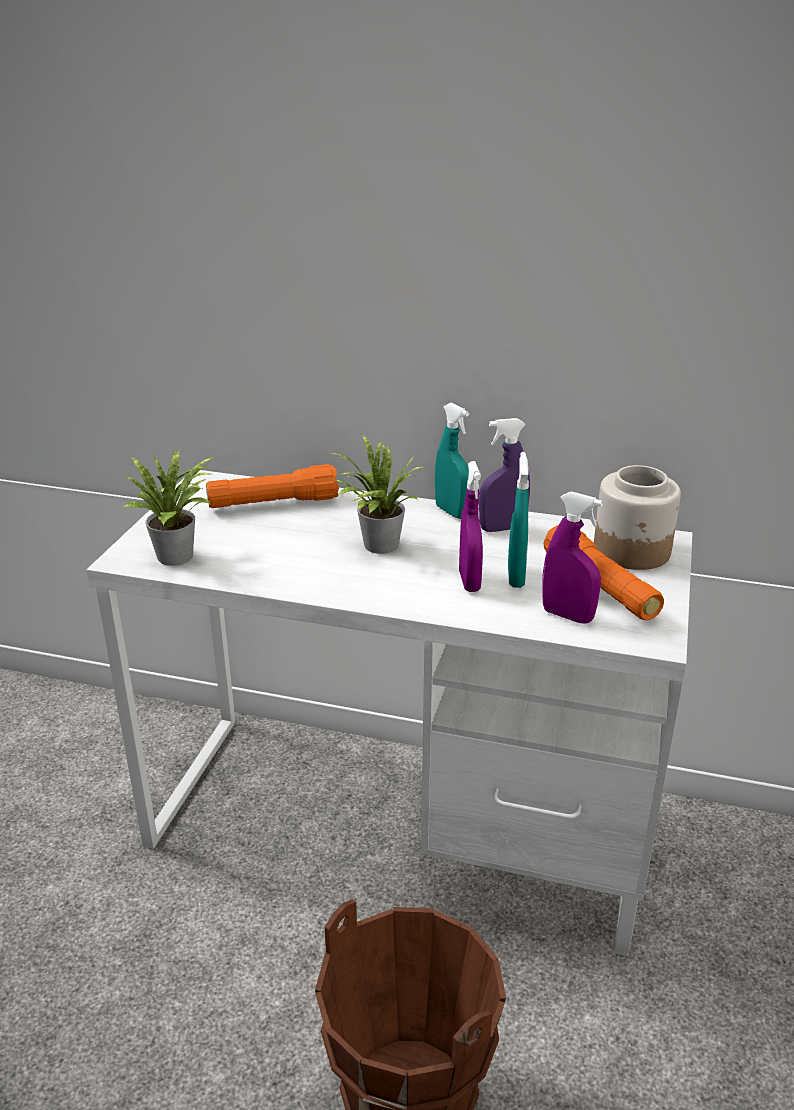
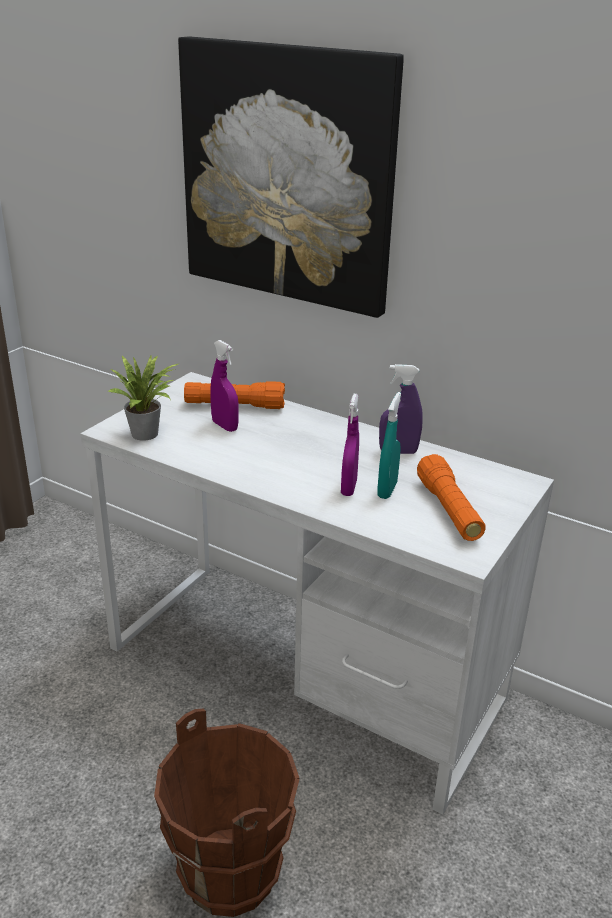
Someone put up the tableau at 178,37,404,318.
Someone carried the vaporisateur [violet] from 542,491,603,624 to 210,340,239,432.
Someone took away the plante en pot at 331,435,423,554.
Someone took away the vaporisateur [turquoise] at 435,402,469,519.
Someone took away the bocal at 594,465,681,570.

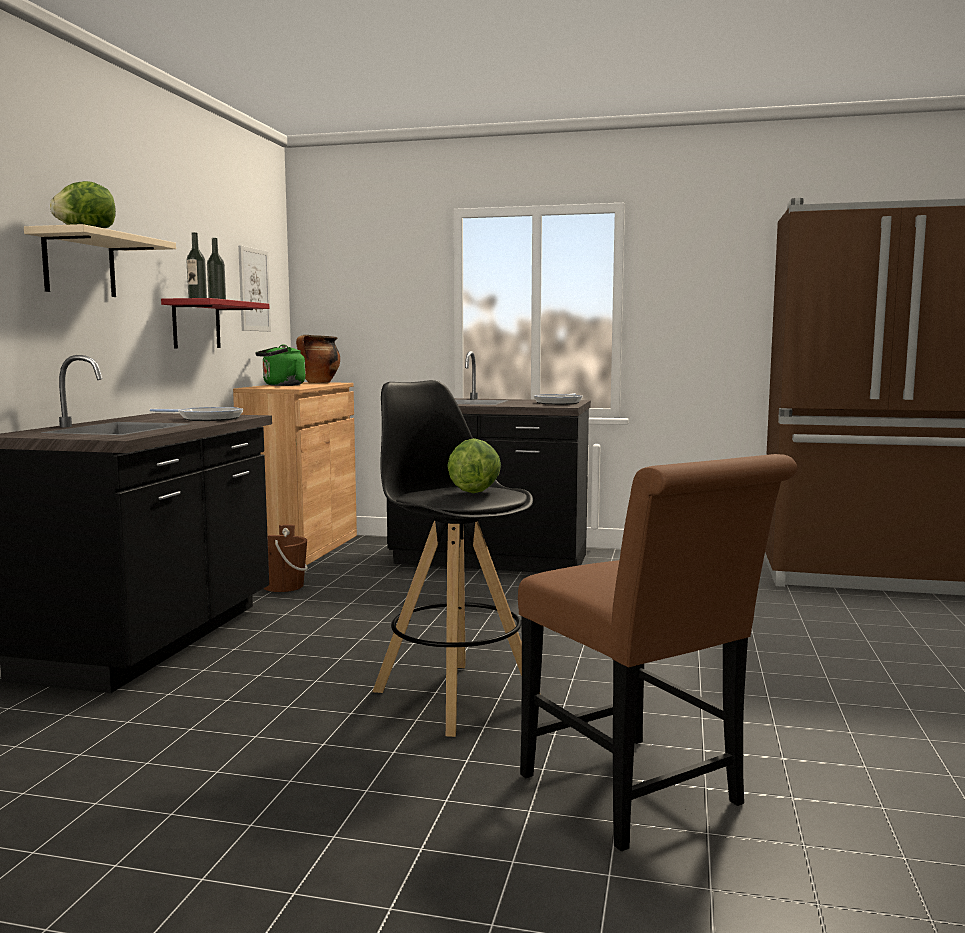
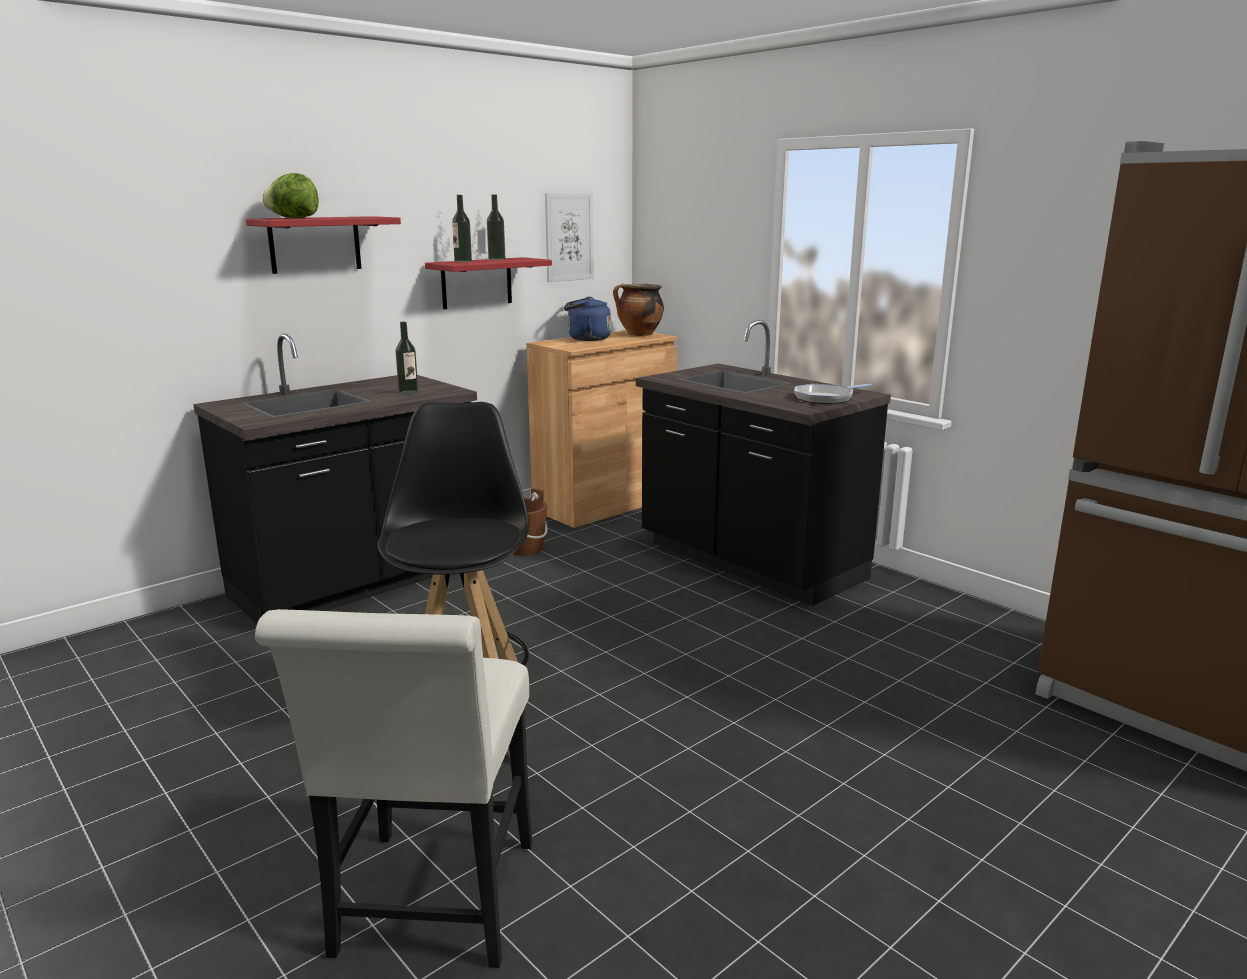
Someone repainted the étagère [beige] at 24,224,176,297, which became the étagère [rouge] at 246,216,401,274.
Someone repainted the chaise [marron] at 518,454,798,851, which became the chaise [blanc] at 255,609,532,968.
Someone swapped the poêle at 150,407,243,421 for the bouteille at 396,321,418,395.
Someone repainted the bouilloire [vert] at 255,344,306,386, which became the bouilloire [bleu] at 564,297,611,341.
Someone took away the laitue at 447,438,501,493.

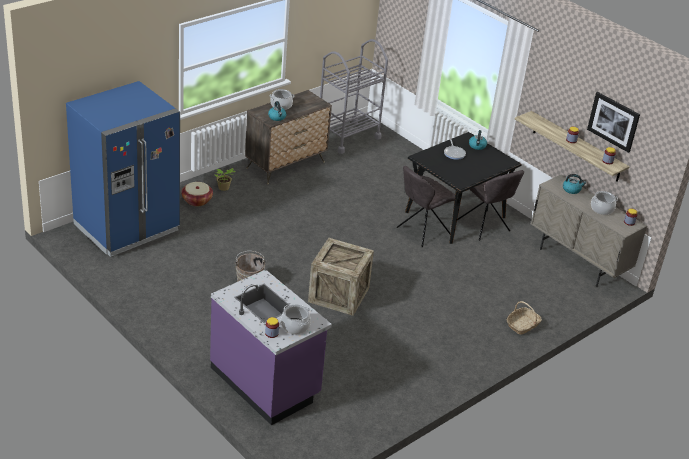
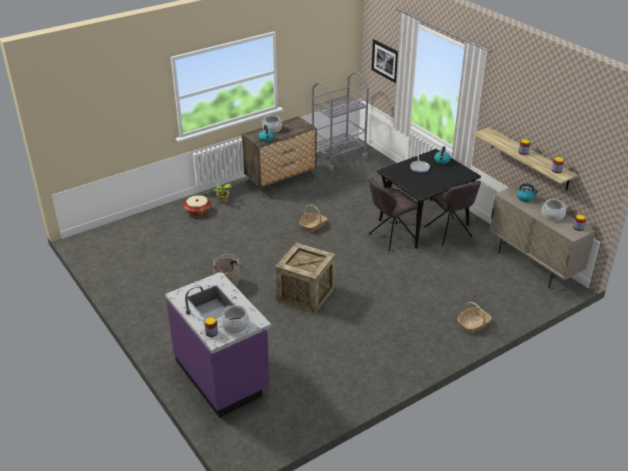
Someone put down the panier at 299,205,327,233.
Someone carried the tableau from 587,92,640,153 to 371,39,398,83.
Someone took away the réfrigérateur [bleu] at 66,81,180,257.

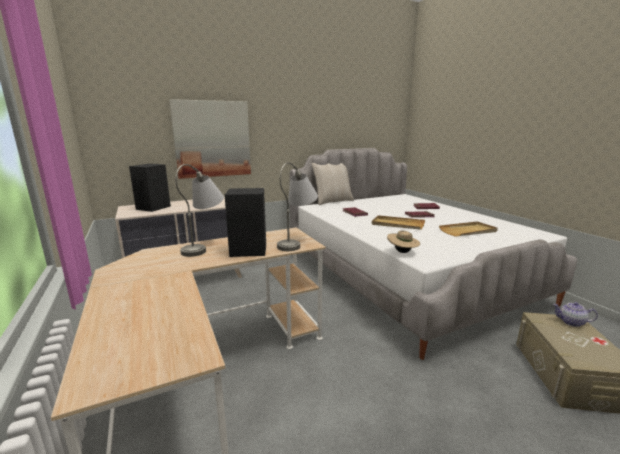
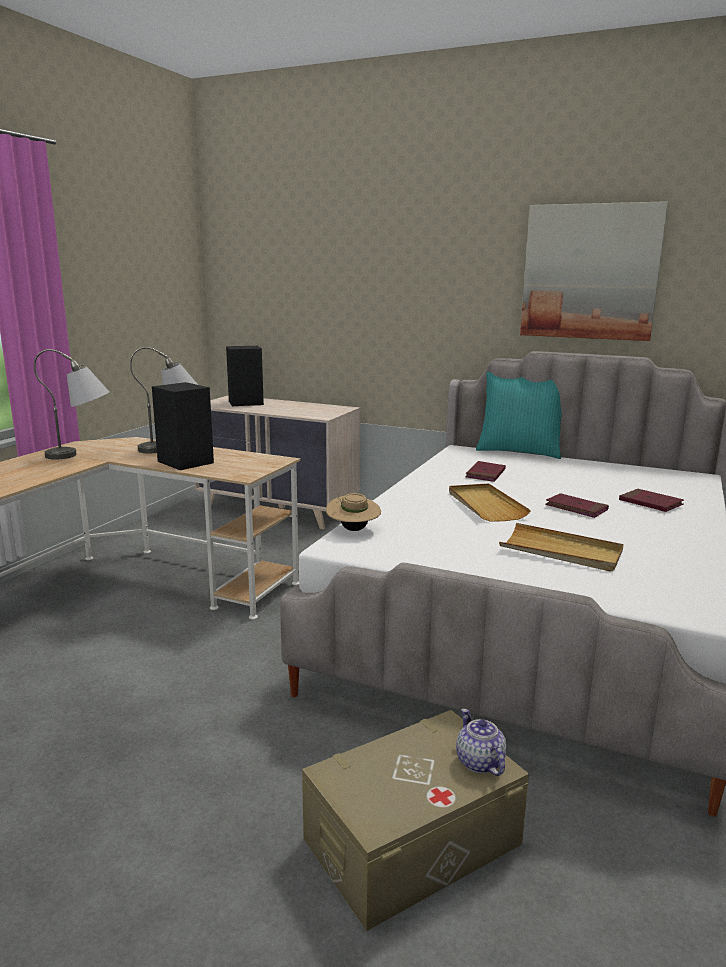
Someone carried the lampe de table [gris] from 277,162,318,251 to 34,349,109,460.
Someone repainted the coussin [beige] at 312,163,354,205, which became the coussin [turquoise] at 476,372,562,459.
Someone carried the tableau from 169,99,251,179 to 520,201,668,341.

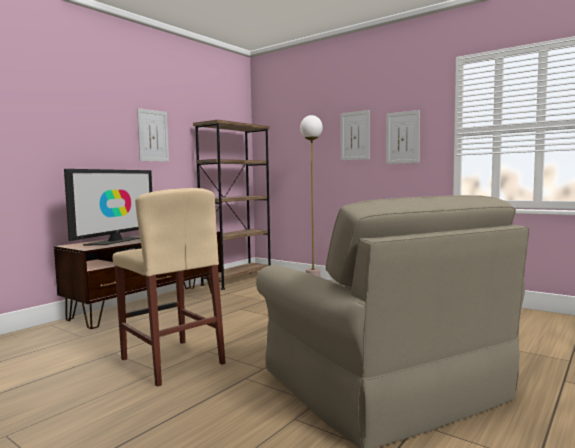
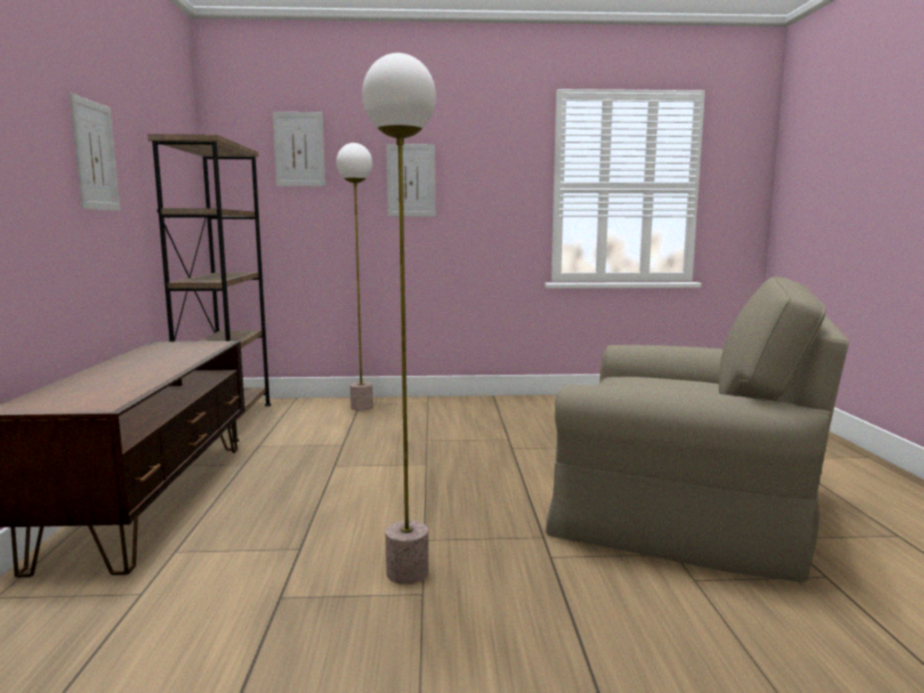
Someone carried the tableau from 386,110,420,164 to 273,112,325,186.
Someone swapped the tabouret [beige] at 113,188,226,387 for the lampadaire at 362,53,436,584.
Someone took away the téléviseur at 64,169,152,246.

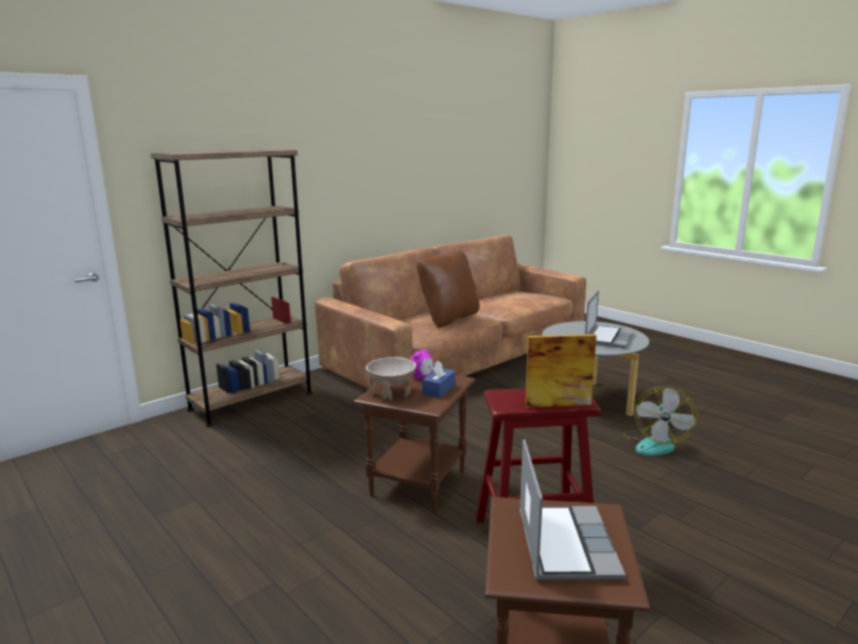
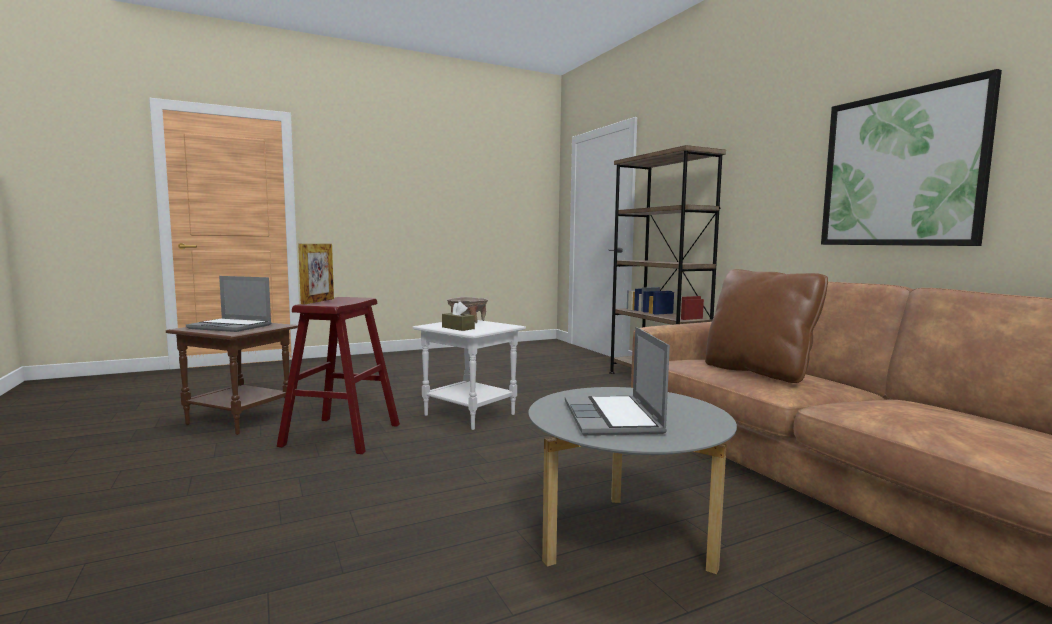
Someone repainted the table d'appoint [marron] at 353,372,475,511, which became the table d'appoint [blanc] at 412,320,526,430.
Someone repainted the boîte à mouchoirs [bleu] at 422,361,455,398, which became the boîte à mouchoirs [marron] at 442,301,475,331.
Someone rotated the ordinateur portable at 585,290,634,349 by 45 degrees clockwise.
Someone put up the tableau at 821,69,1002,246.
Someone took away the réveil at 410,349,434,379.
Someone took away the ventilateur at 623,386,698,456.

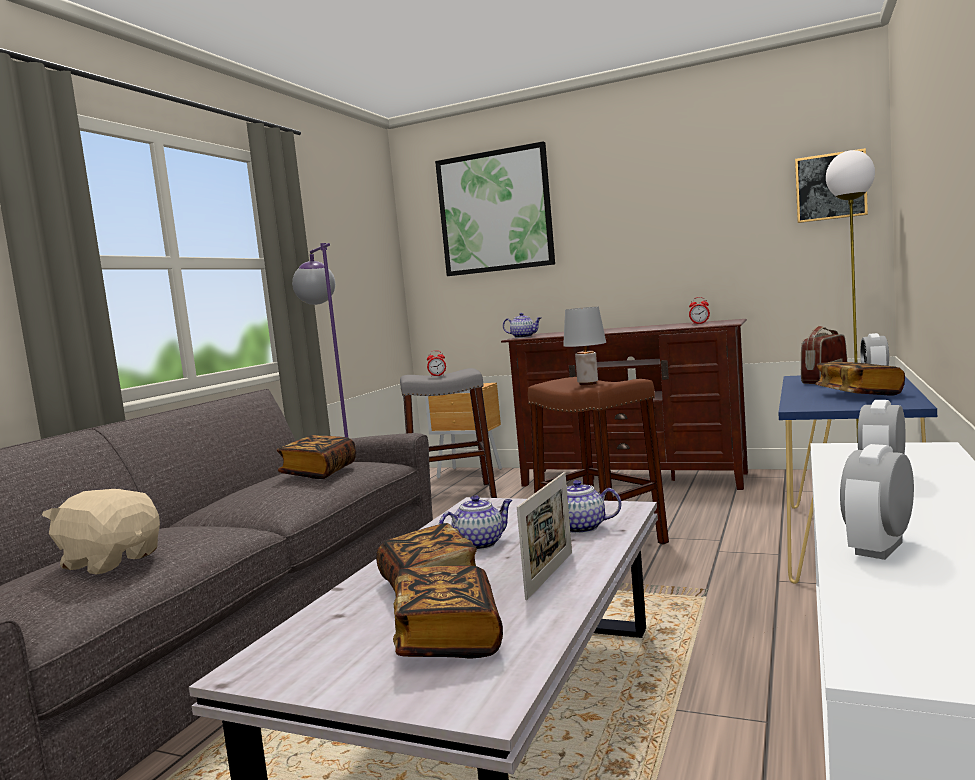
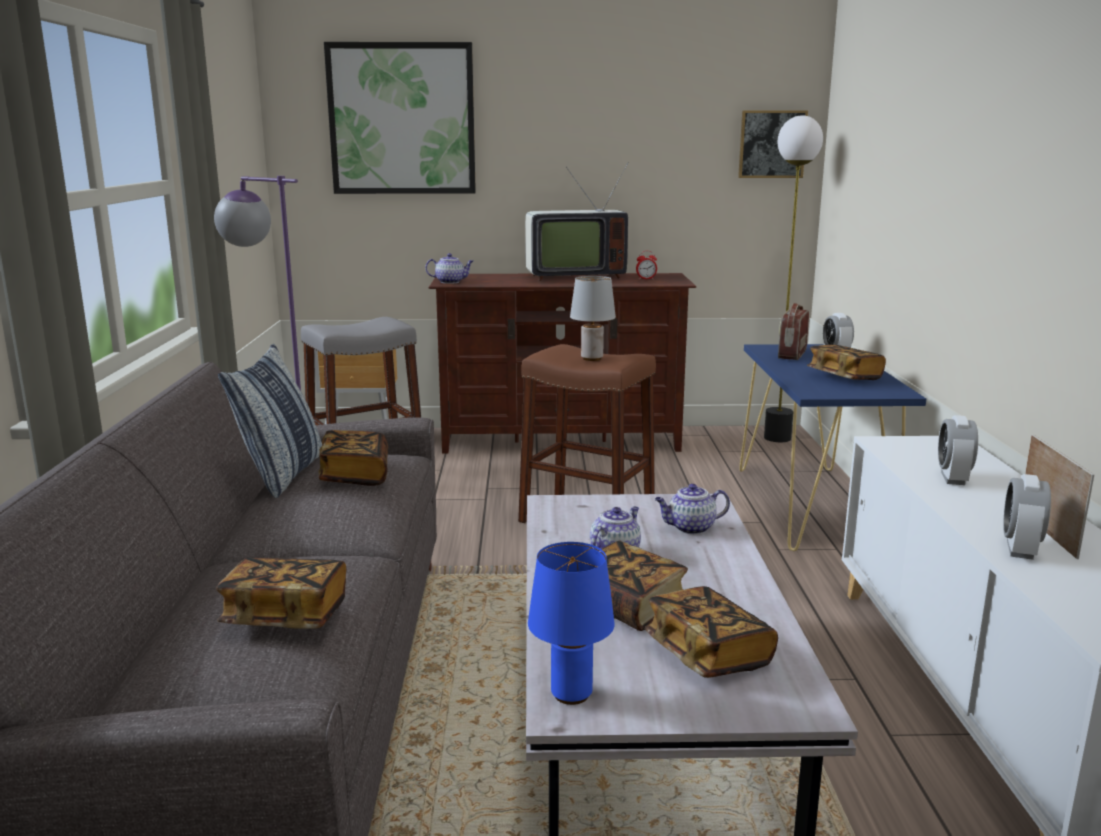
Someone swapped the peluche [beige] at 42,489,160,575 for the livre at 216,558,346,629.
Someone put down the coussin at 218,344,322,498.
Someone put down the téléviseur at 525,162,629,281.
Someone put down the lampe de table [bleu] at 528,542,615,705.
Someone carried the cadre photo from 517,472,572,600 to 1025,434,1094,559.
Someone took away the réveil at 427,351,446,377.

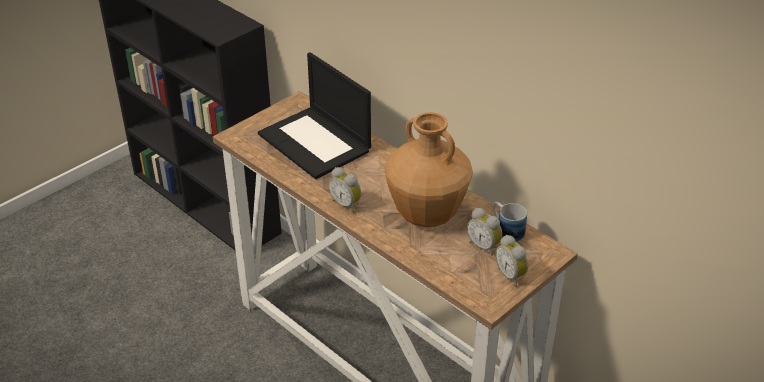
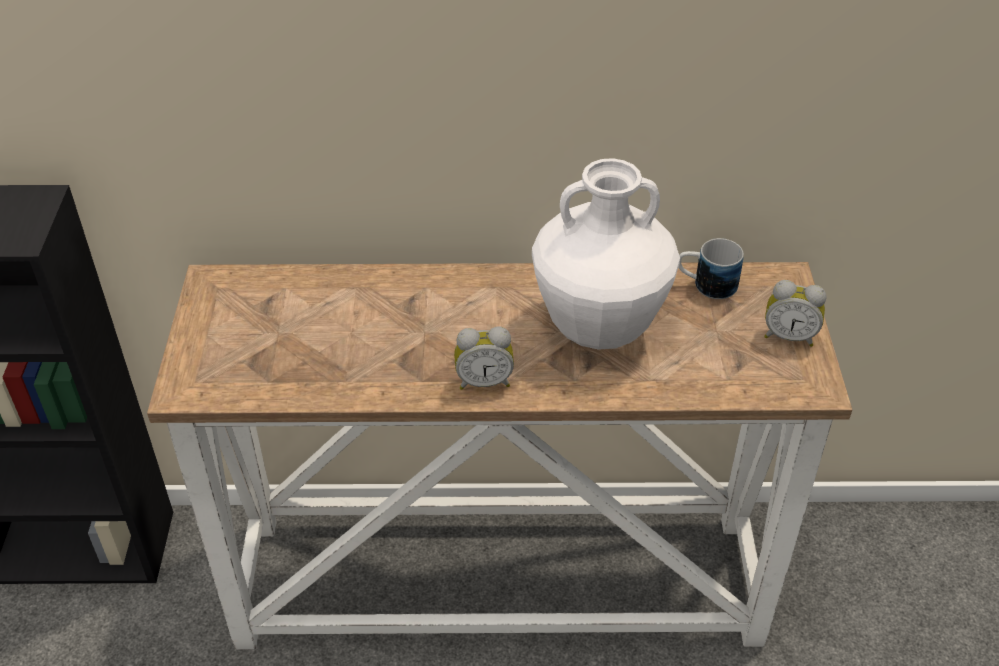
Someone repainted the vase [marron] at 385,112,473,227, which became the vase [blanc] at 532,158,680,350.
Someone took away the ordinateur portable at 258,52,371,179.
Someone took away the réveil at 467,208,502,256.

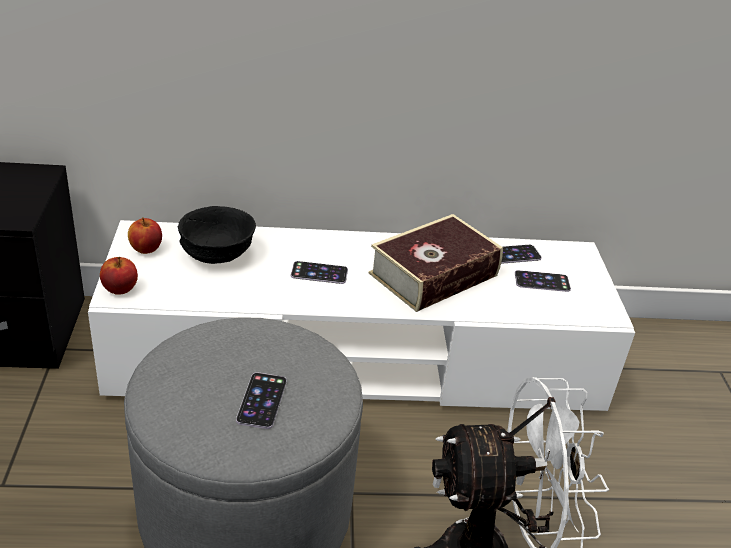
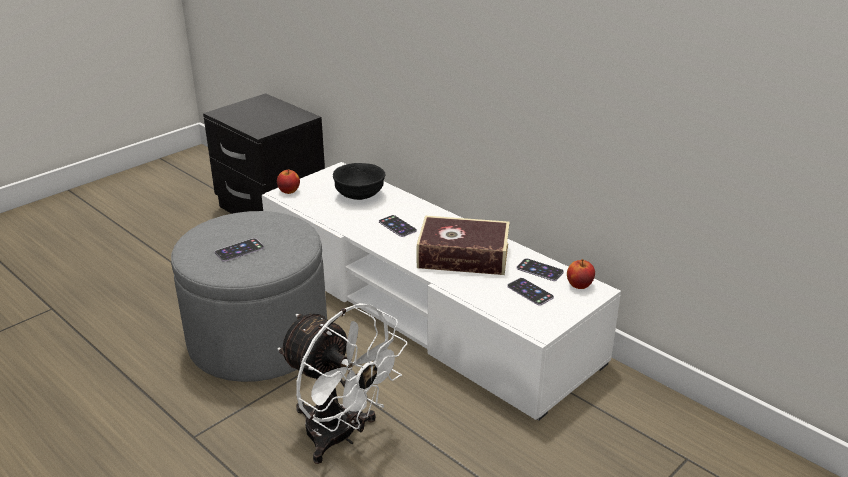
Someone carried the pomme from 128,217,162,254 to 567,259,595,289.

